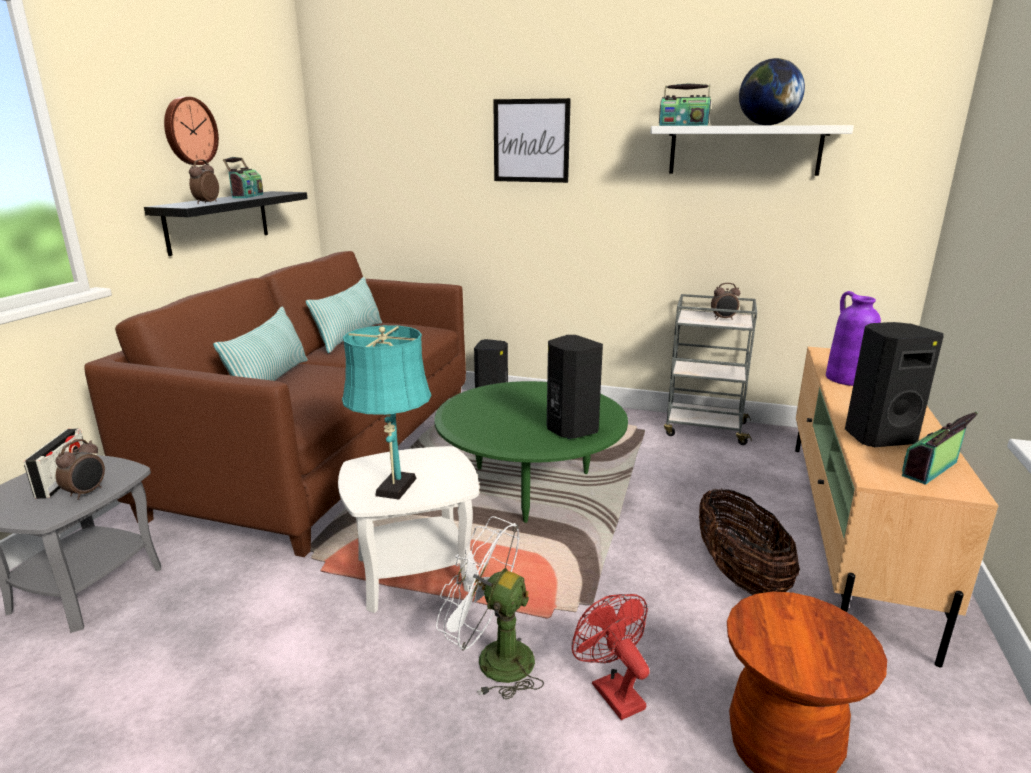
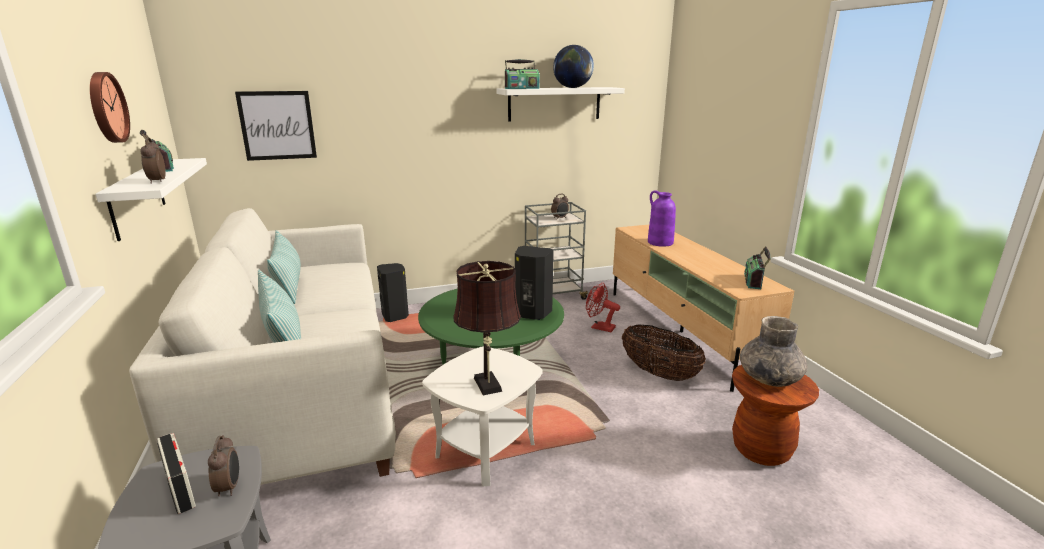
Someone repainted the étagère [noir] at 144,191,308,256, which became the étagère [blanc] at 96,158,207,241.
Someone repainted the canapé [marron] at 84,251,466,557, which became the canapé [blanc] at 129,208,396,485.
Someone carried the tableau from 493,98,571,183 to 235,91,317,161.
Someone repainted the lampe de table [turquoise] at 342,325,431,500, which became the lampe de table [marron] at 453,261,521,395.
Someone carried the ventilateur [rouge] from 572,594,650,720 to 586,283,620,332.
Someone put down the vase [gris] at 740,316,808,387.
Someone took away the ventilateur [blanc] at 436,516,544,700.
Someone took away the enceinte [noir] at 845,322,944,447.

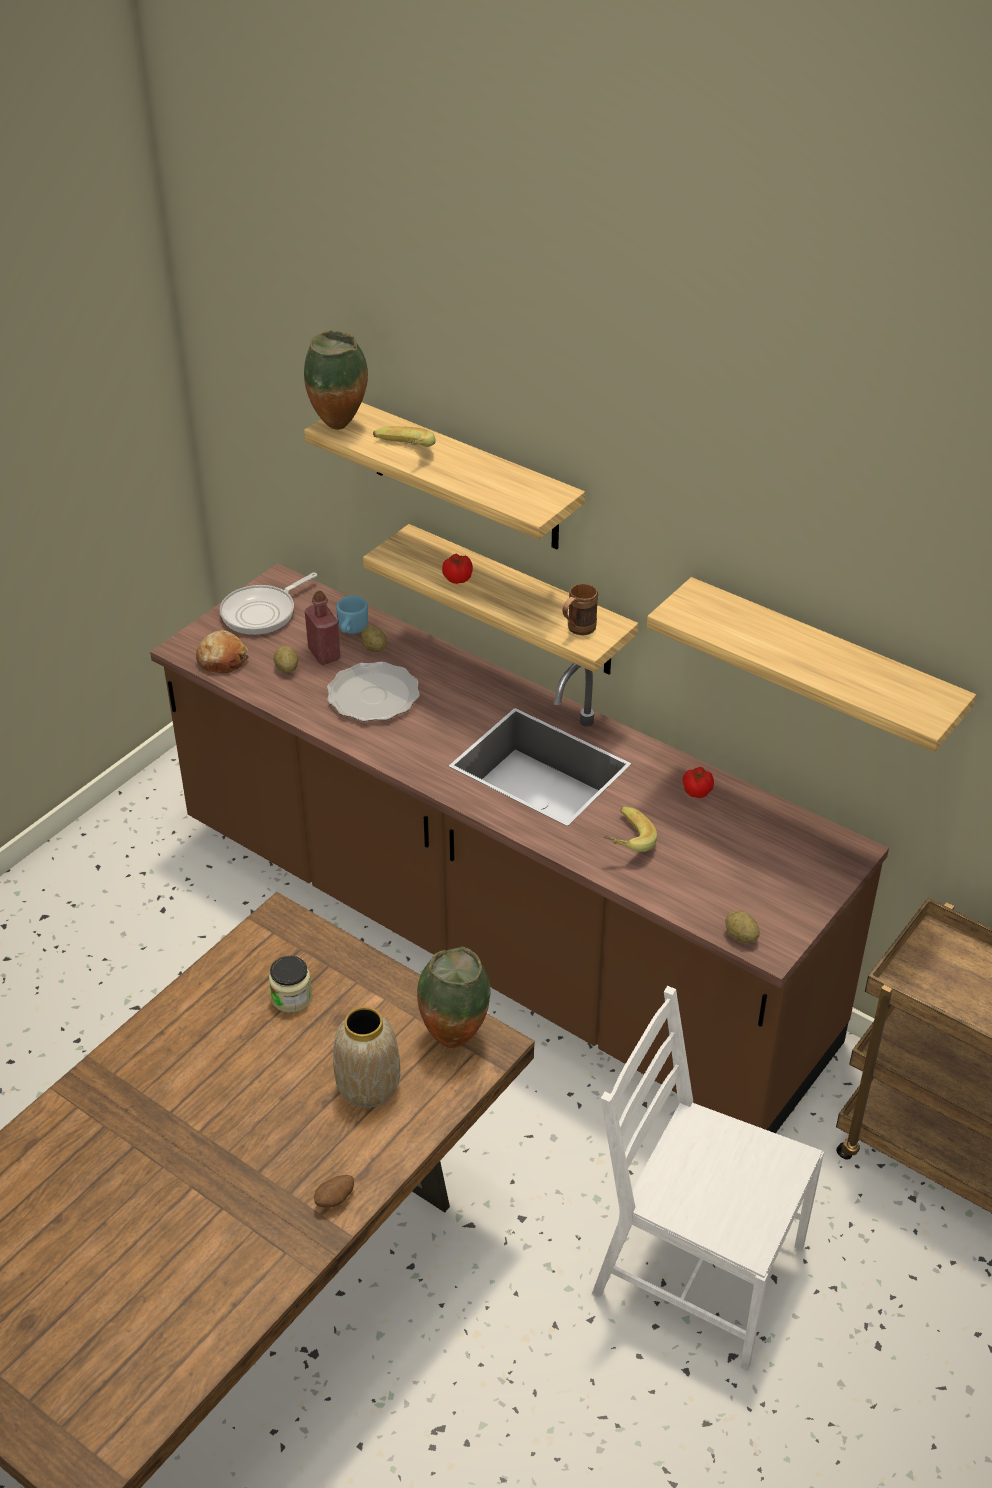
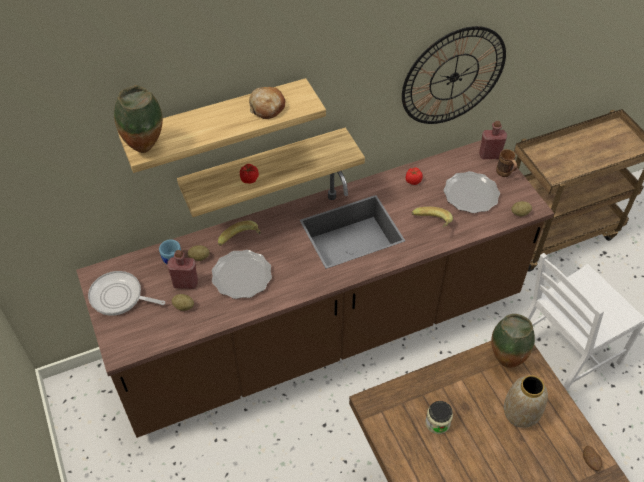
Someone rotated the poêle at 220,572,317,635 by 120 degrees clockwise.
Someone carried the banane from 373,426,435,447 to 218,221,261,246.
Someone carried the pain from 196,630,249,673 to 249,87,285,119.
Someone swapped the étagère at 647,577,976,752 for the horloge murale at 402,26,506,124.
Someone put down the assiette at 443,171,500,213.
Someone put down the bouteille [rouge] at 479,121,507,159.
Someone carried the mug [marron] from 563,583,598,635 to 496,149,517,177.

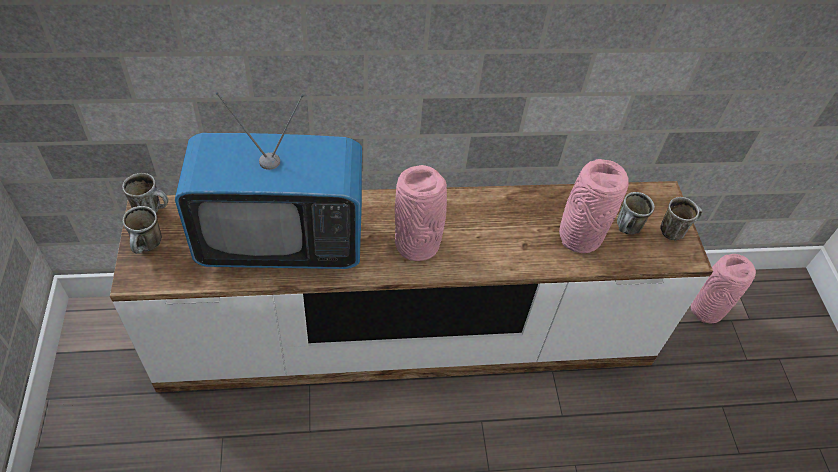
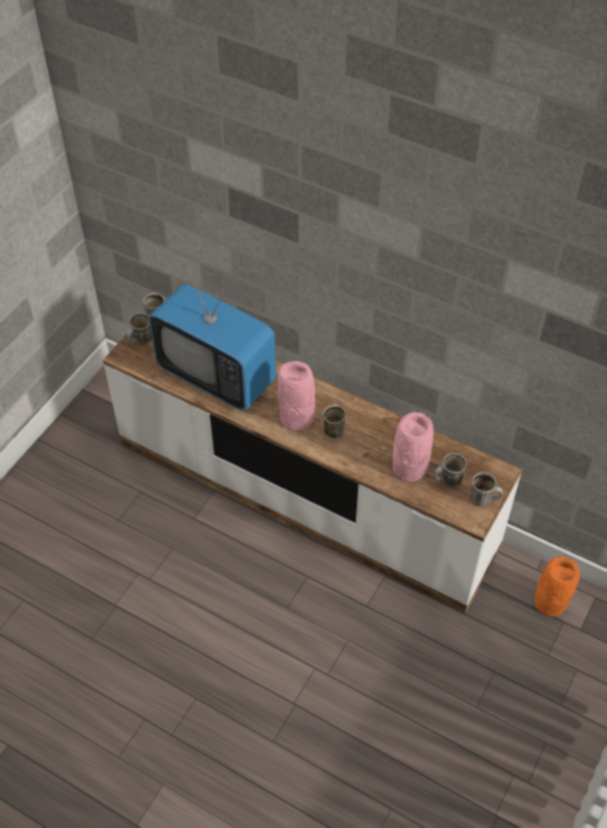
Someone put down the mug at 323,404,346,438.
Someone repainted the vase [rose] at 691,254,756,324, which became the vase [orange] at 534,556,580,616.

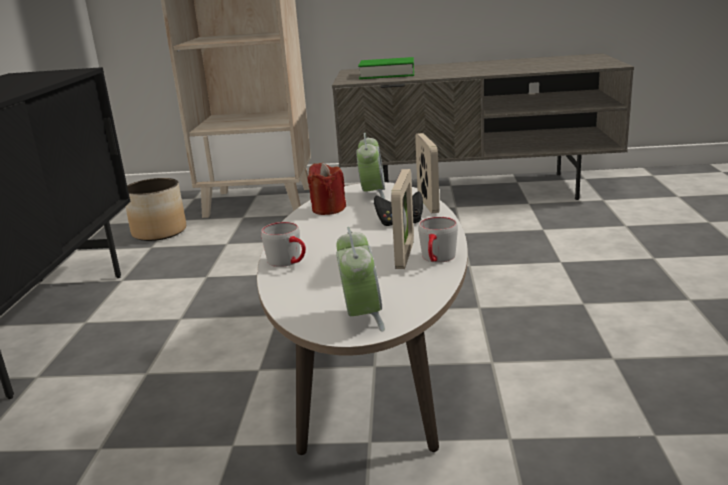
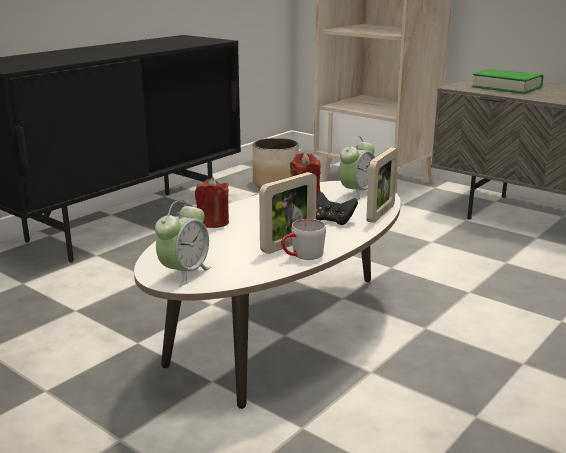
Someone swapped the mug [gris] at 261,222,306,267 for the bougie [rouge] at 195,177,229,228.

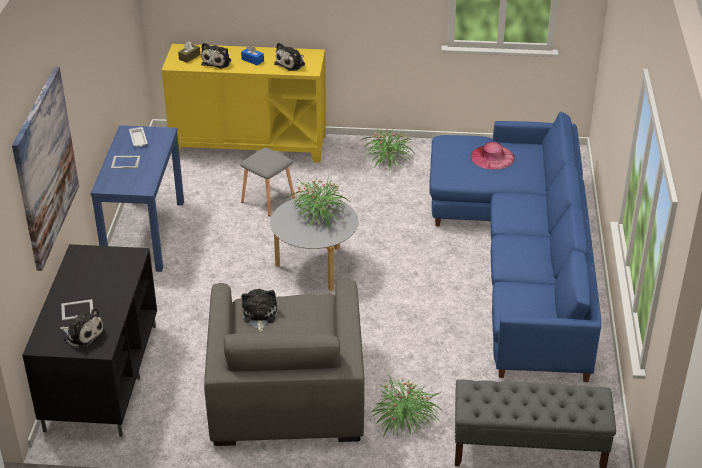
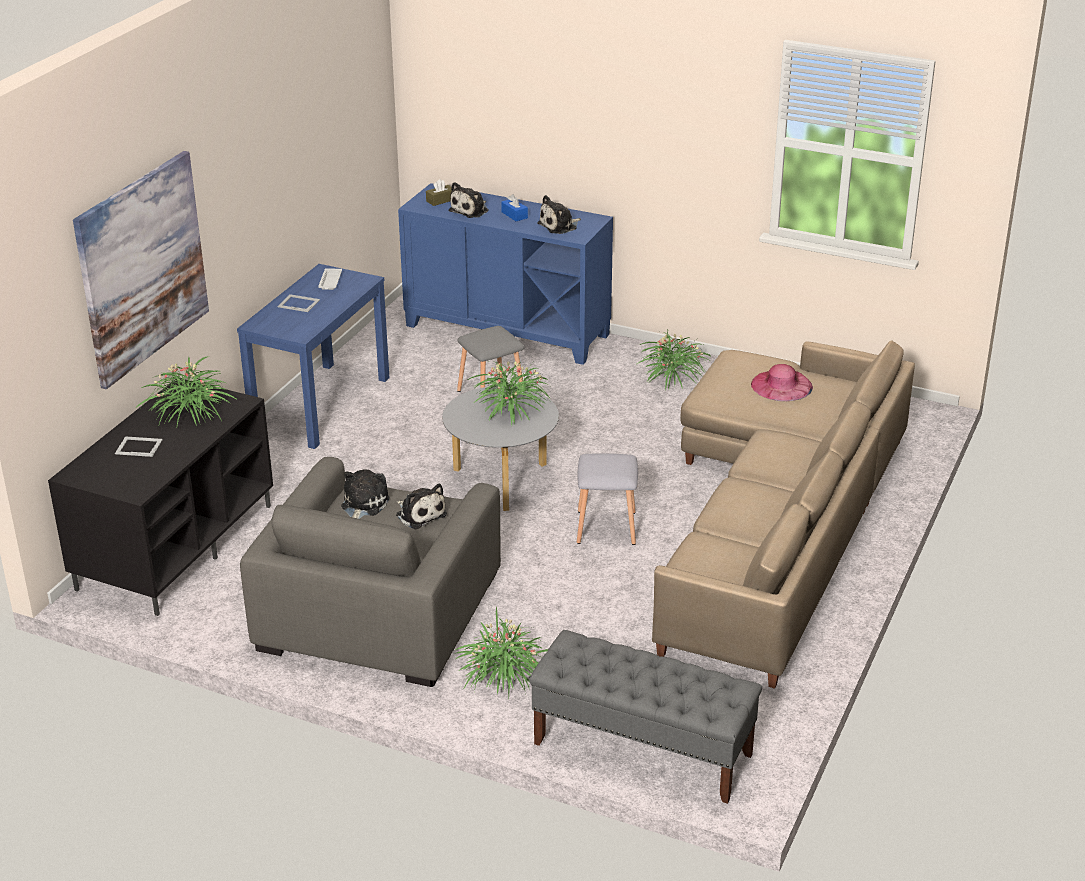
Someone put down the plante en pot at 137,356,236,427.
Someone carried the peluche from 60,308,105,349 to 396,483,447,529.
Someone repainted the meuble de rangement [jaune] at 162,44,326,163, which became the meuble de rangement [bleu] at 398,183,613,365.
Someone put down the tabouret [gris] at 577,453,638,545.
Someone repainted the canapé [bleu] at 429,112,601,382, which became the canapé [beige] at 652,340,915,689.

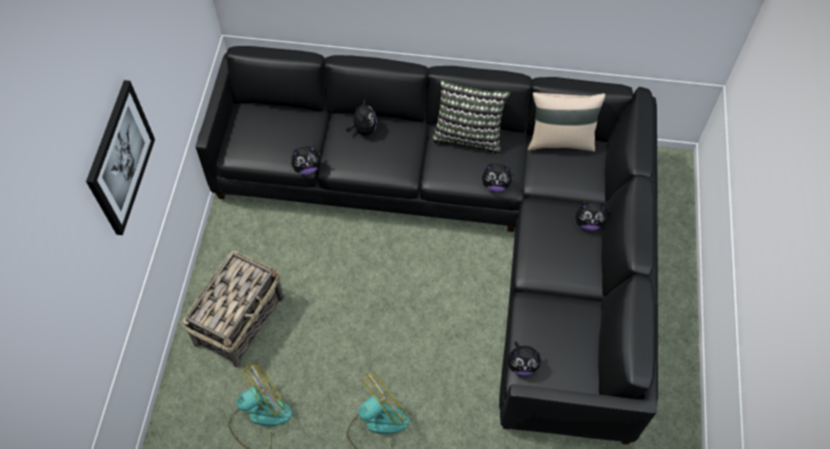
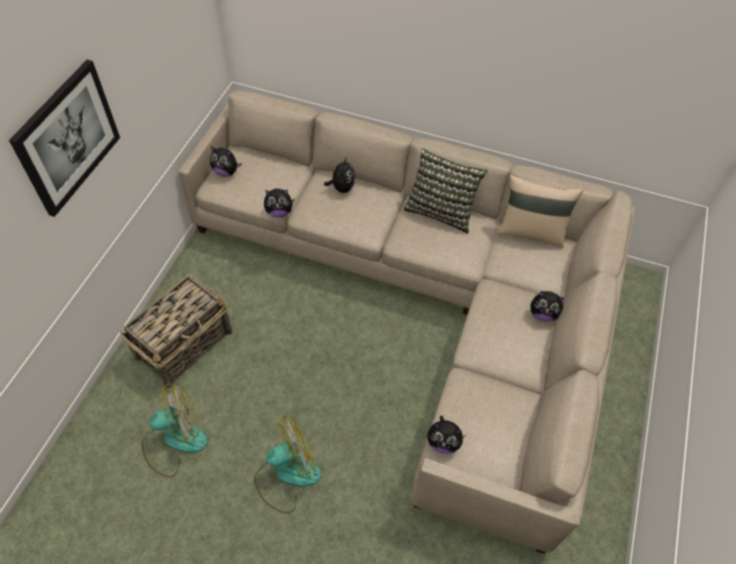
Someone repainted the canapé [noir] at 196,46,658,445, which became the canapé [beige] at 179,91,634,554.
Someone carried the peluche from 482,163,514,192 to 210,146,242,177.

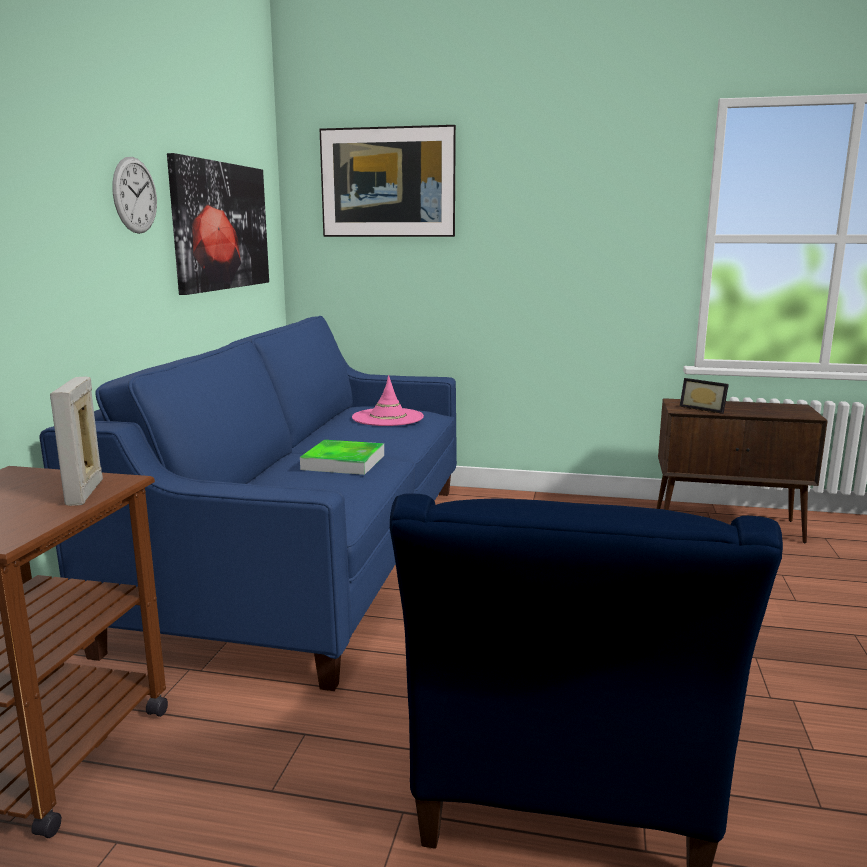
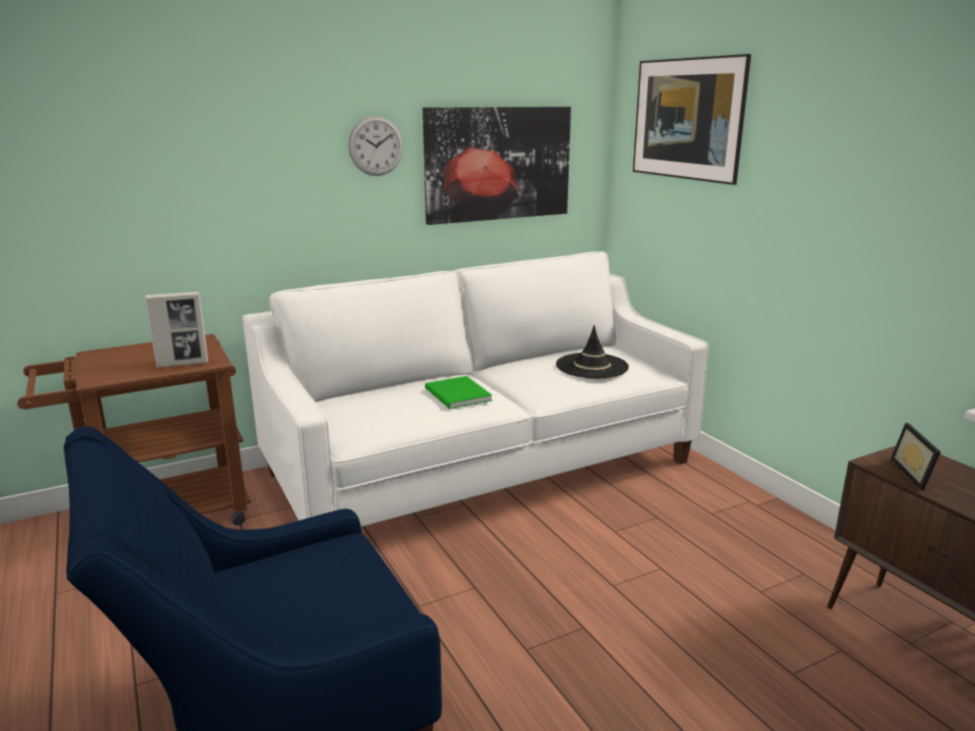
Someone rotated the cadre photo at 50,377,103,506 by 150 degrees counterclockwise.
Someone repainted the canapé [bleu] at 40,316,457,691, which became the canapé [blanc] at 242,251,708,527.
Someone swapped the plateau at 300,440,384,475 for the livre [vert] at 425,376,492,409.
Someone repainted the chapeau [rose] at 352,375,424,426, which became the chapeau [noir] at 556,325,629,378.

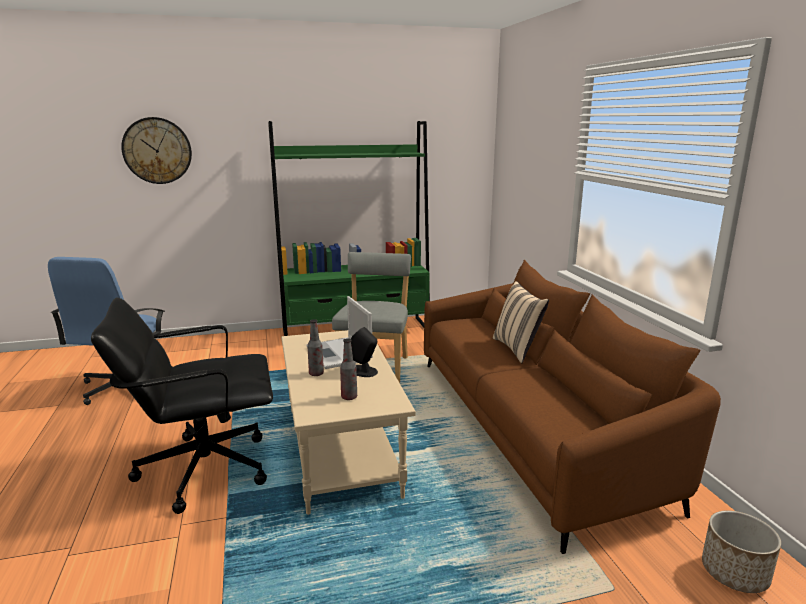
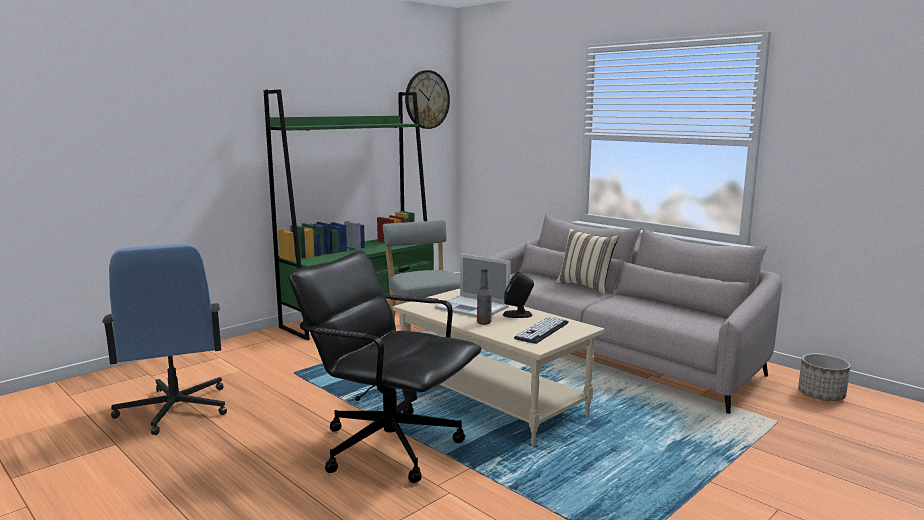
Someone rotated the chaise de bureau [noir] at 91,297,273,514 by 75 degrees clockwise.
Someone carried the horloge murale from 121,117,192,184 to 405,70,450,129.
Someone repainted the canapé [marron] at 424,260,721,554, which became the canapé [gris] at 488,214,782,414.
Someone swapped the bouteille at 340,338,357,400 for the clavier at 514,317,569,344.

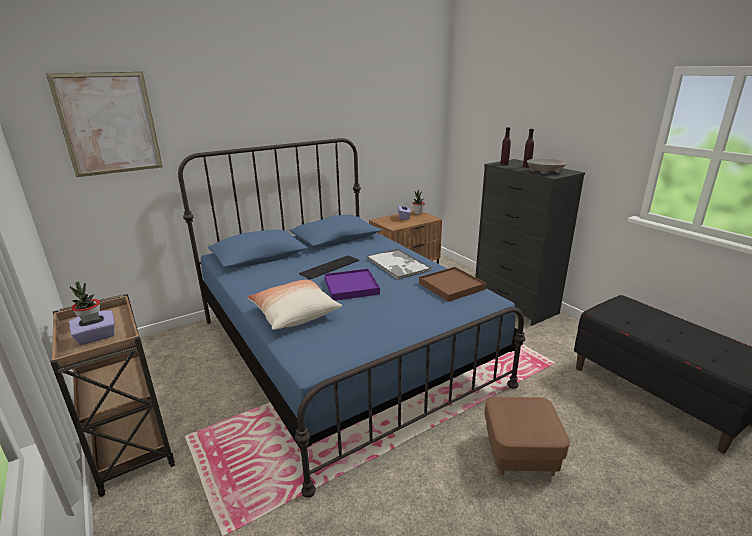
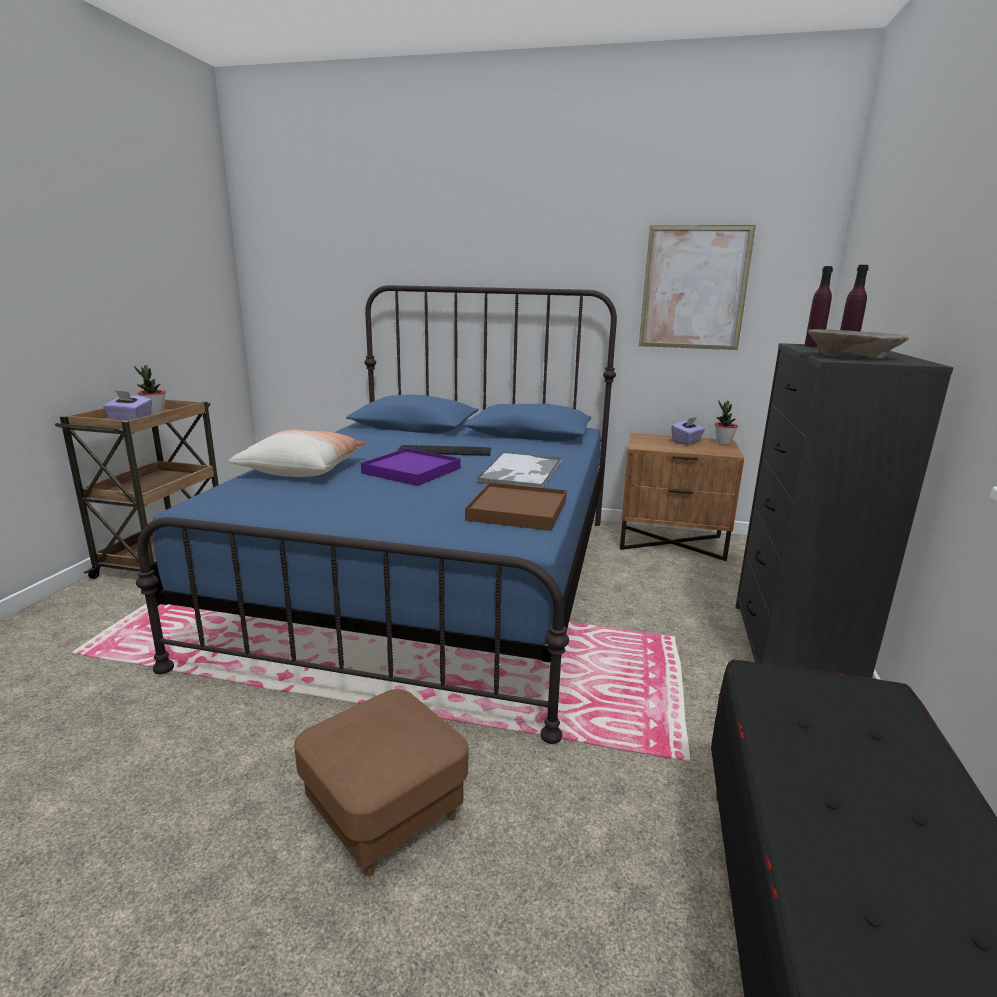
Someone carried the tableau from 46,72,163,177 to 639,225,756,350.

